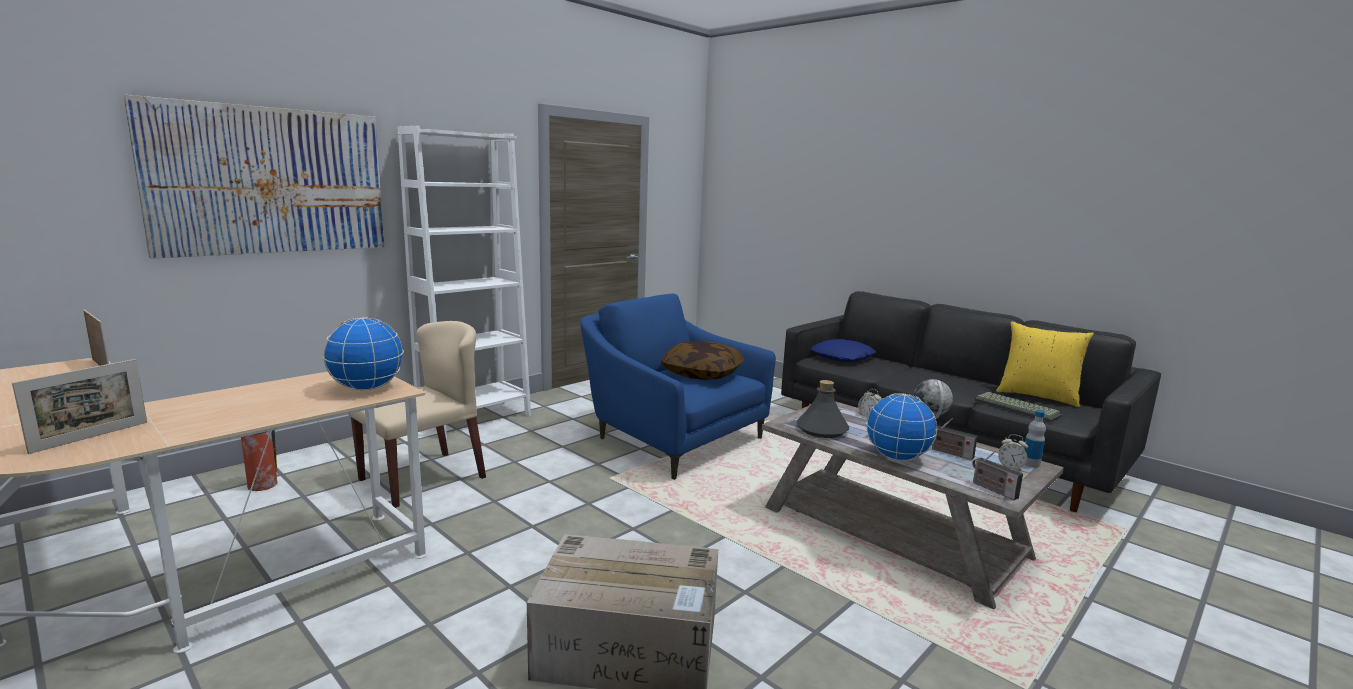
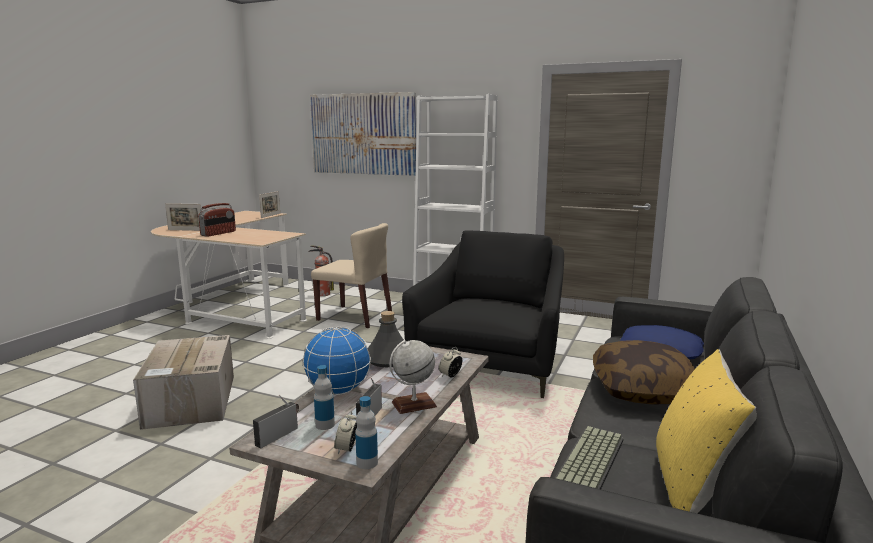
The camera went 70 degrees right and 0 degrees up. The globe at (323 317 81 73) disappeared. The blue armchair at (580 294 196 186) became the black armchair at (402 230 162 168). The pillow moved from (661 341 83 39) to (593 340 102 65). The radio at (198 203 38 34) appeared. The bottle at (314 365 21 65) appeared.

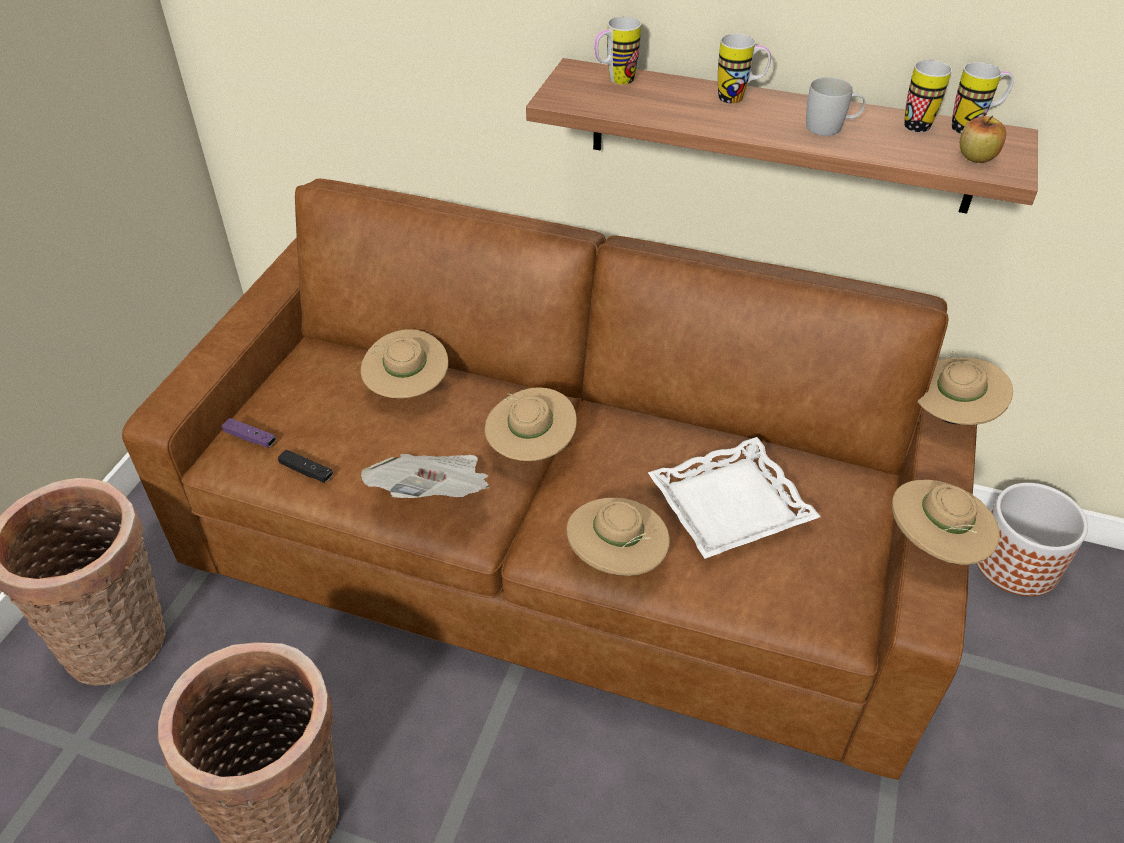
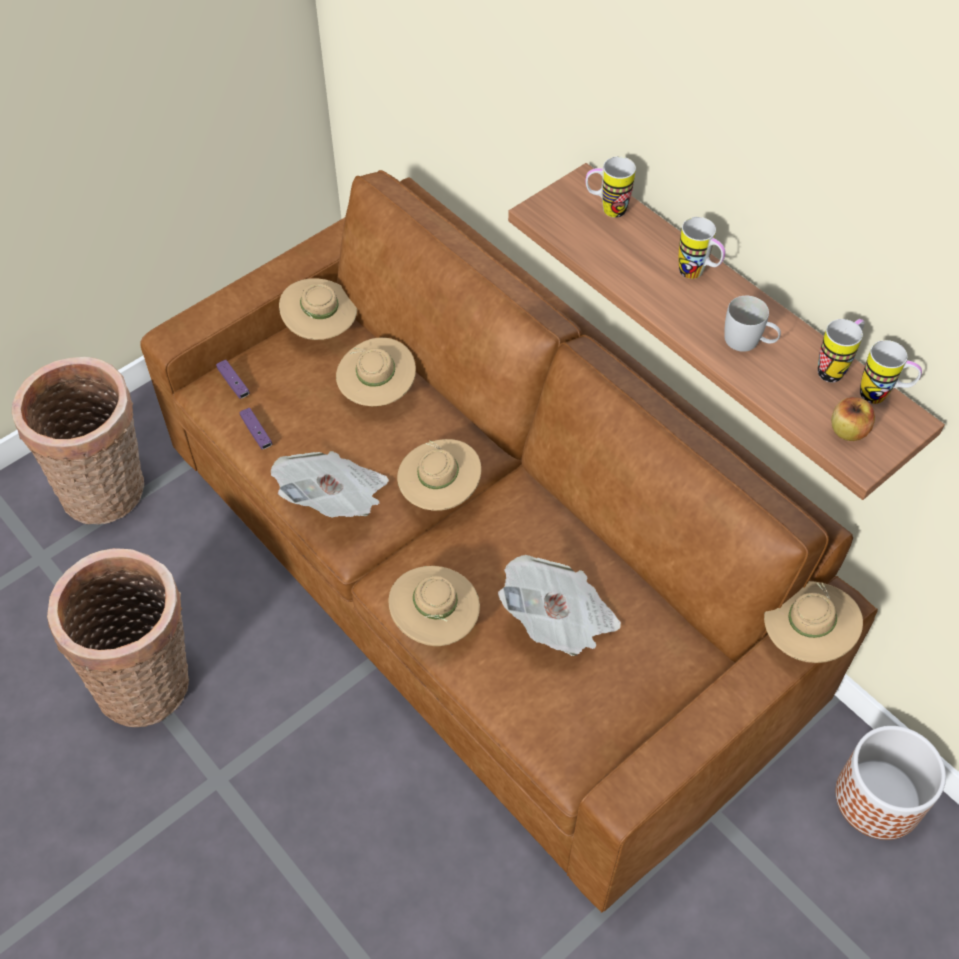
The camera went 30 degrees right and 10 degrees up. The black game controller at (278 449 55 34) became the purple game controller at (239 408 33 41). The white tray at (648 437 173 122) was replaced by the newspaper at (498 555 123 101). The beige hat moved from (892 480 108 85) to (279 278 78 62).

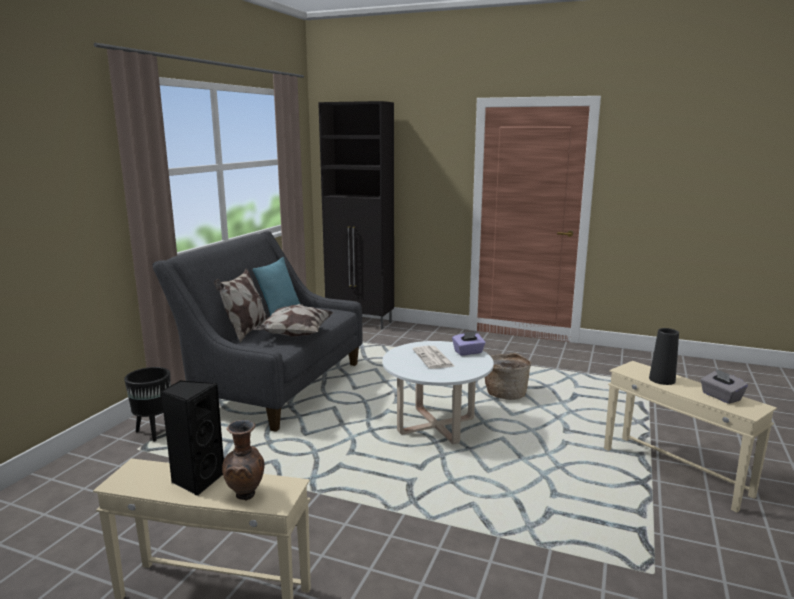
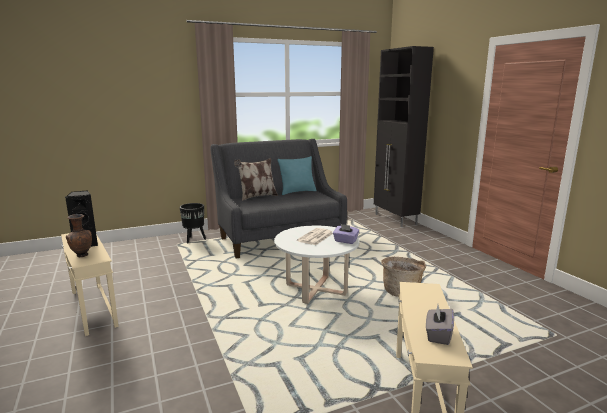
The camera went 45 degrees right and 0 degrees up. The pillow at (252 304 82 32) disappeared. The black vase at (649 328 30 57) disappeared.

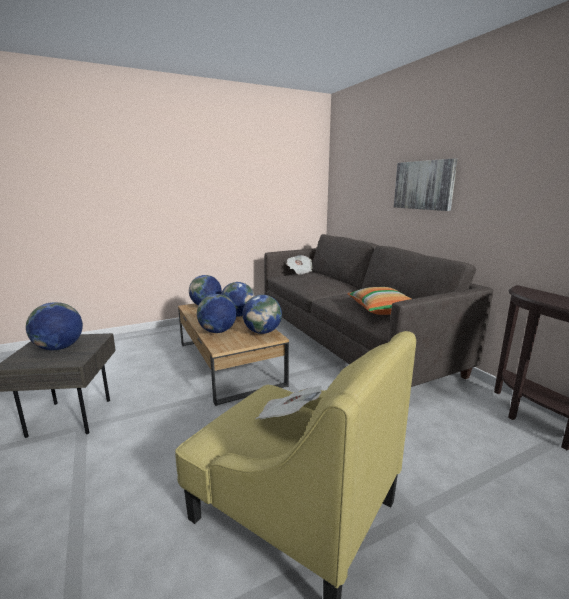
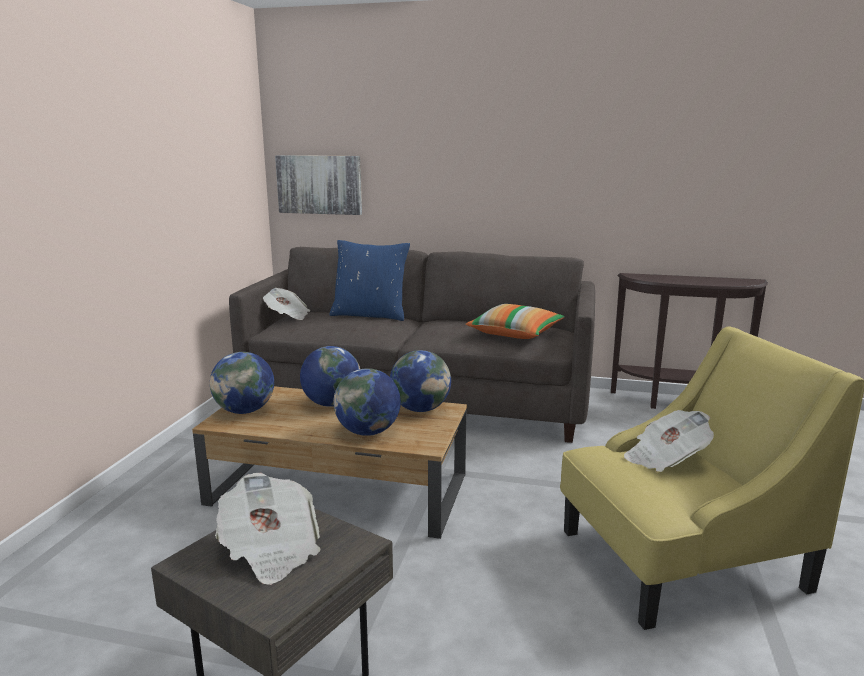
The camera went 50 degrees left and 0 degrees up. The globe at (26 302 57 48) was replaced by the newspaper at (215 473 105 112). The picture moved from (394 158 64 53) to (275 155 87 60). The blue pillow at (330 240 80 81) appeared.

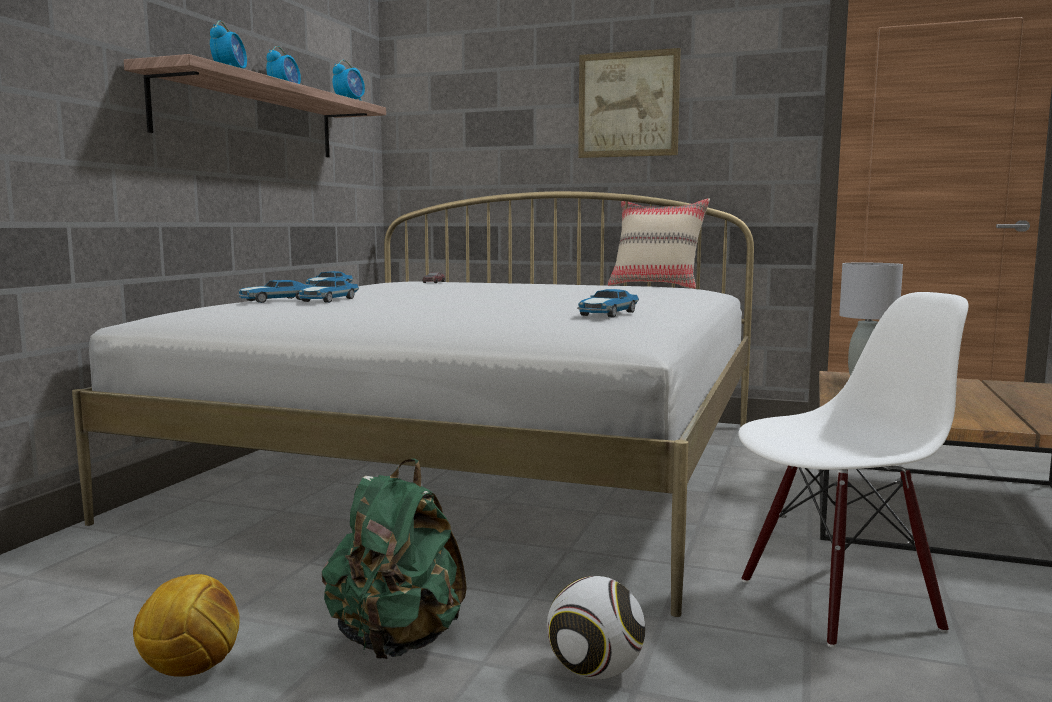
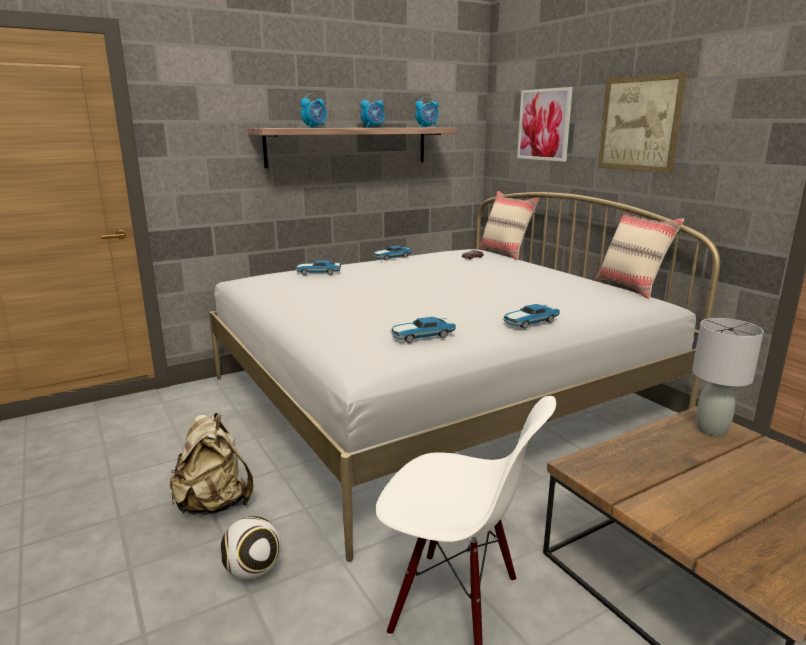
The camera went 40 degrees right and 10 degrees up. The football at (133 574 107 103) disappeared. The toy car moved from (298 279 61 24) to (503 304 57 25). The green backpack at (322 458 145 201) became the beige backpack at (170 413 83 102). The beige pillow at (478 191 61 69) appeared. The picture at (517 87 56 75) appeared.

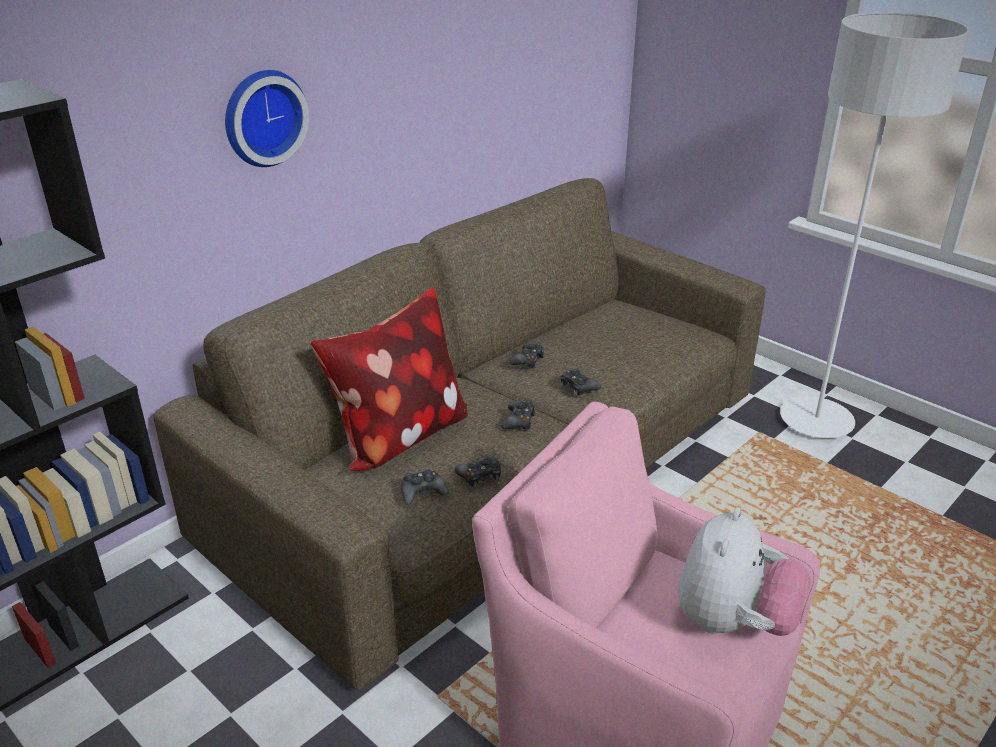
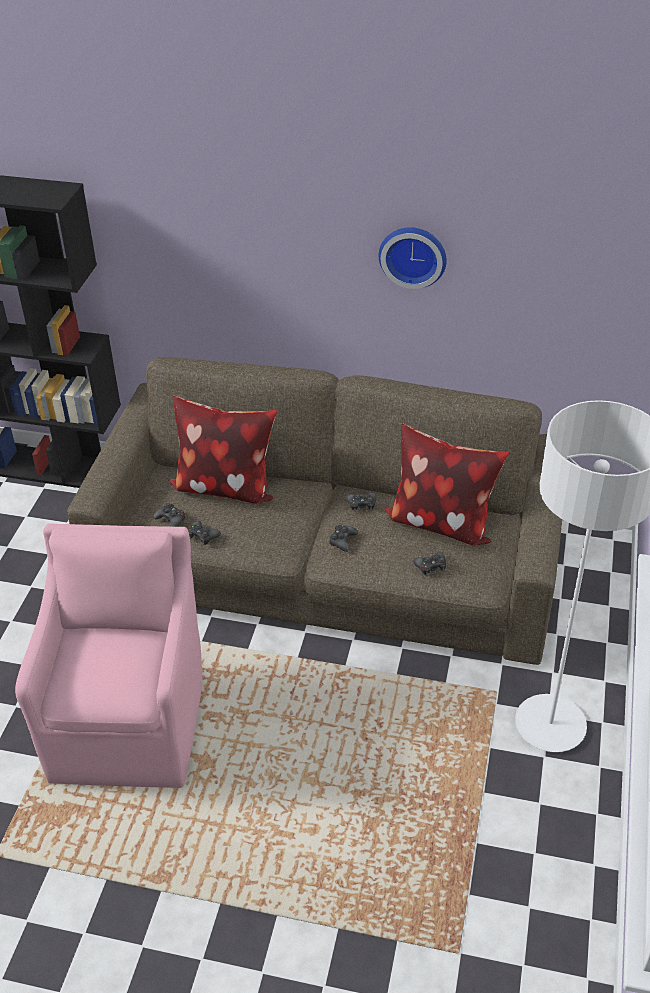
The camera went 60 degrees right and 10 degrees up. The wall clock moved from (225 70 84 97) to (379 227 68 62). The black game controller moved from (501 400 35 30) to (413 552 33 24). The plush toy at (678 507 130 129) disappeared. The pillow at (384 423 125 122) appeared.

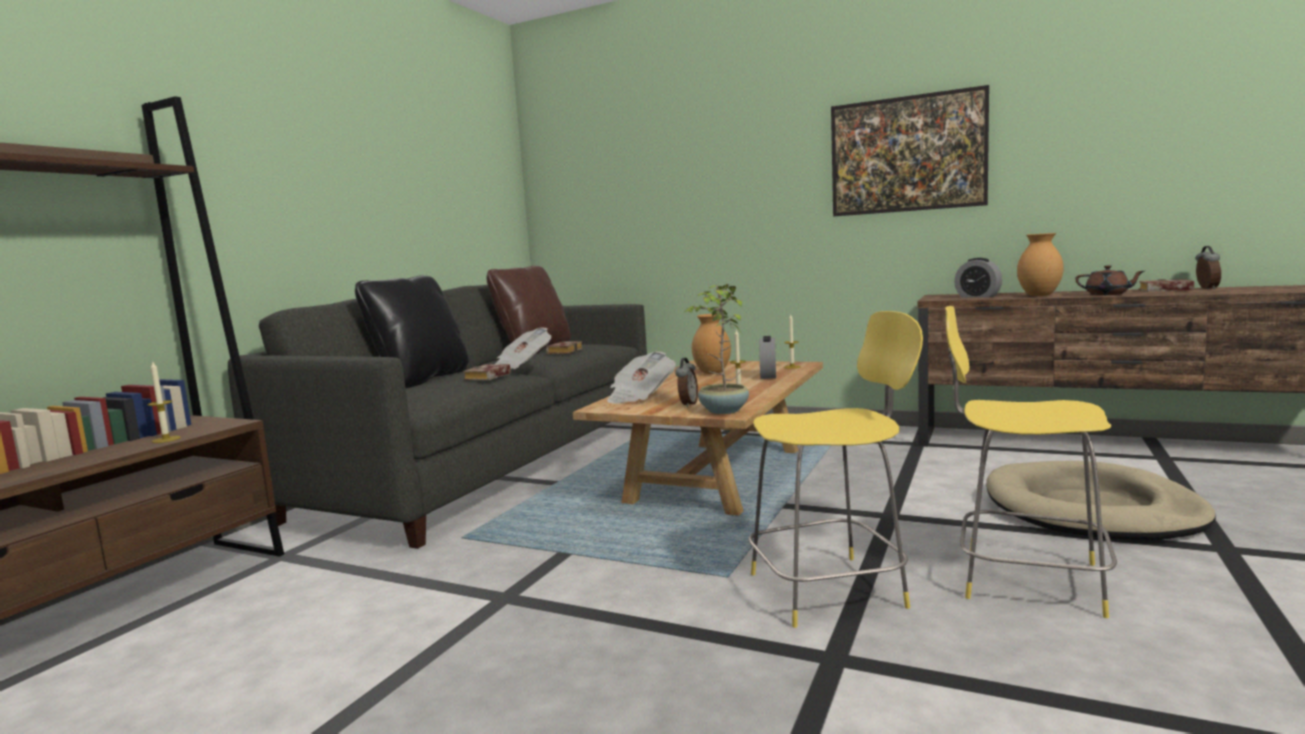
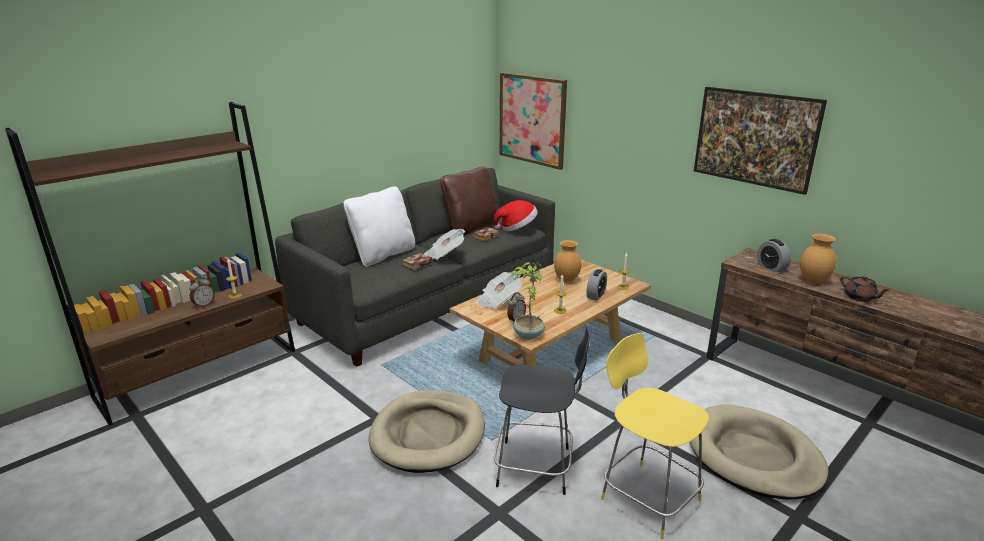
The camera went 20 degrees right and 15 degrees up. The black pillow at (355 275 114 113) became the white pillow at (343 187 72 80). The yellow stool at (749 311 174 317) became the black stool at (494 326 96 169). The book at (1139 279 56 13) disappeared. The alarm clock moved from (1196 246 25 43) to (189 277 26 31). The beige dog bed at (369 390 116 83) appeared. The hat at (494 200 44 31) appeared. The picture at (500 72 67 98) appeared.

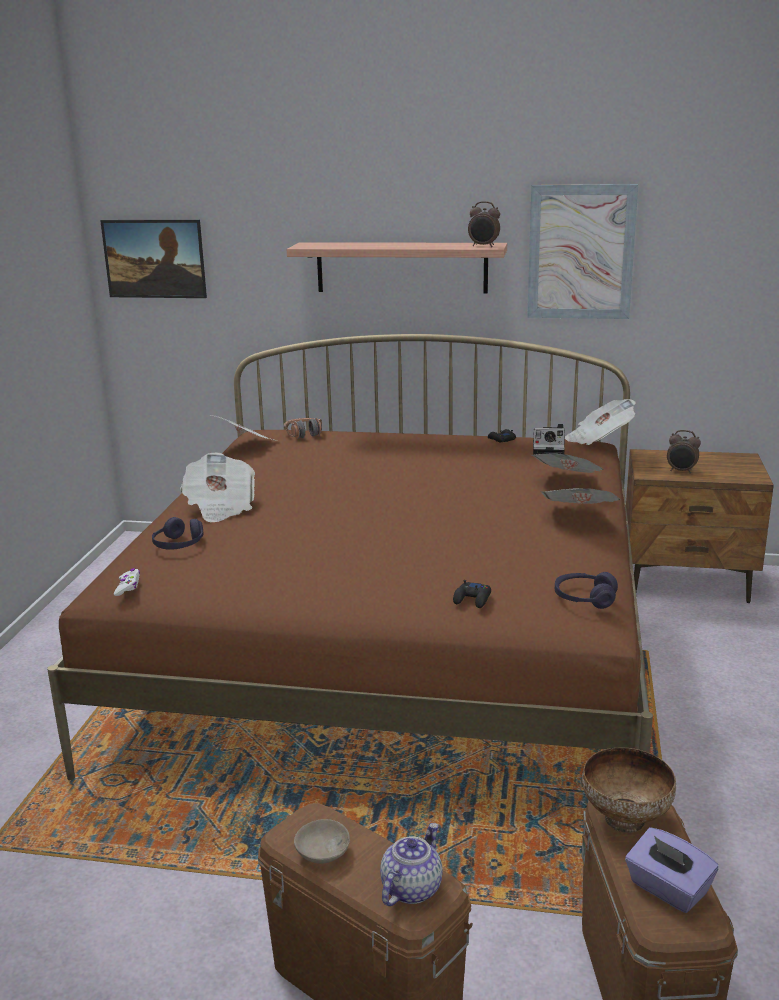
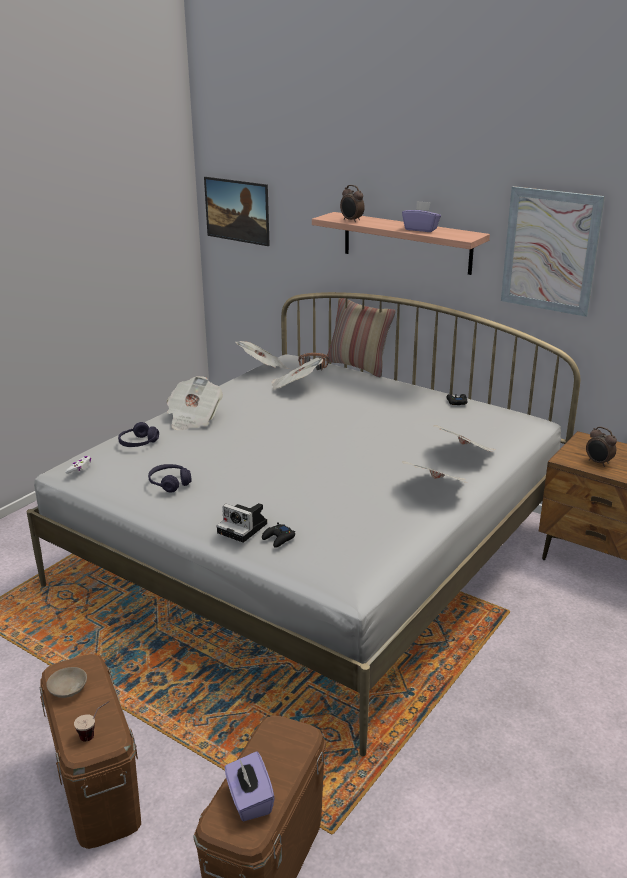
The camera went 25 degrees right and 5 degrees up. The brown bed at (47 334 606 446) became the white bed at (26 292 554 464). The teapot at (380 823 62 83) was replaced by the cup at (74 701 35 41). The alarm clock moved from (468 201 32 46) to (340 185 25 37). The photo camera moved from (533 424 32 31) to (217 503 50 40). The purple headphones moved from (555 572 63 37) to (148 464 44 28). The newspaper moved from (565 399 71 46) to (271 357 52 33). The bowl at (582 747 94 86) disappeared. The pillow at (325 298 71 79) appeared. The purple tissue box at (402 201 39 31) appeared.

